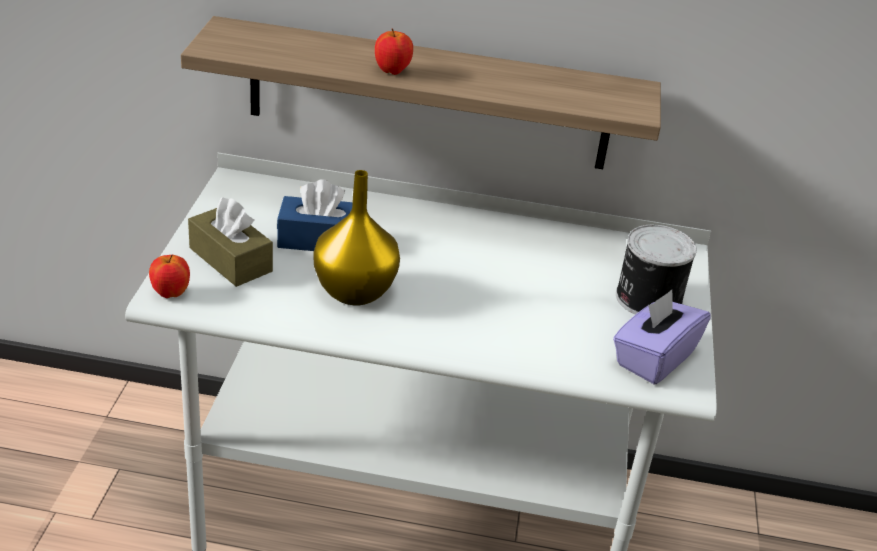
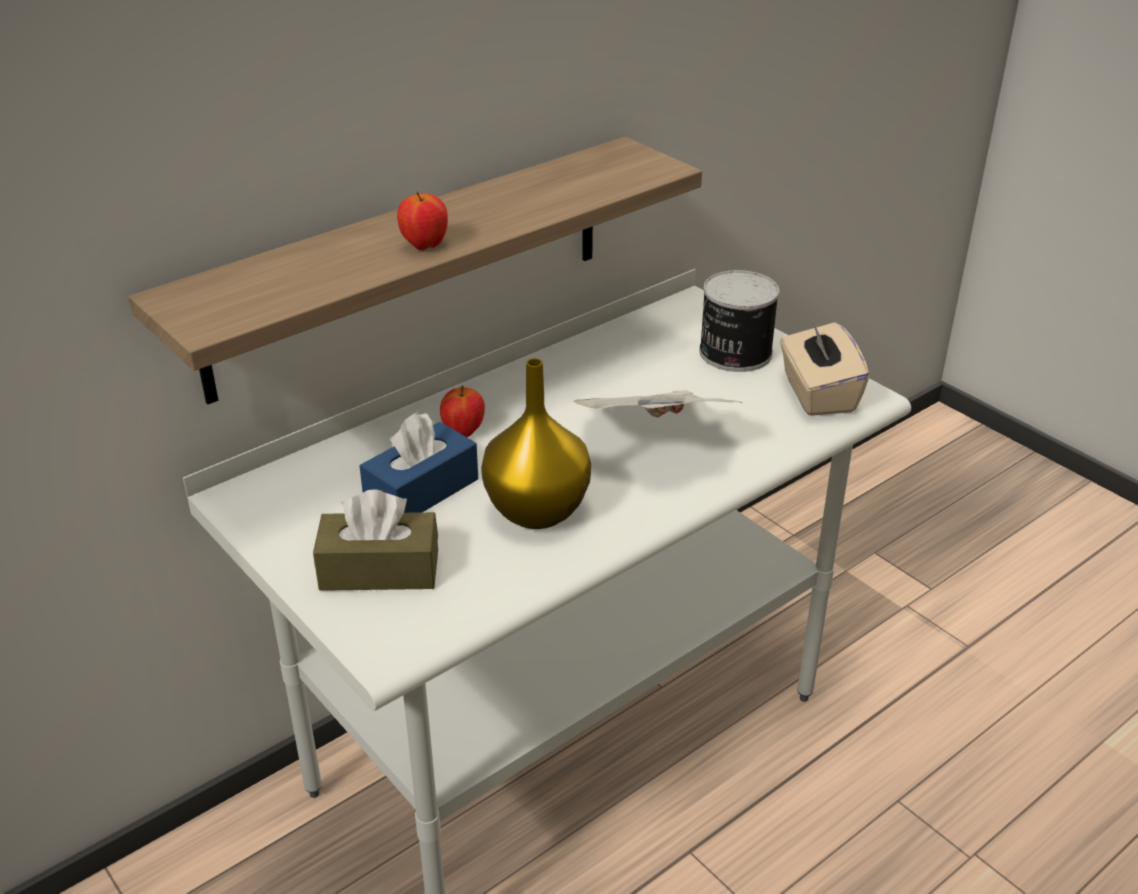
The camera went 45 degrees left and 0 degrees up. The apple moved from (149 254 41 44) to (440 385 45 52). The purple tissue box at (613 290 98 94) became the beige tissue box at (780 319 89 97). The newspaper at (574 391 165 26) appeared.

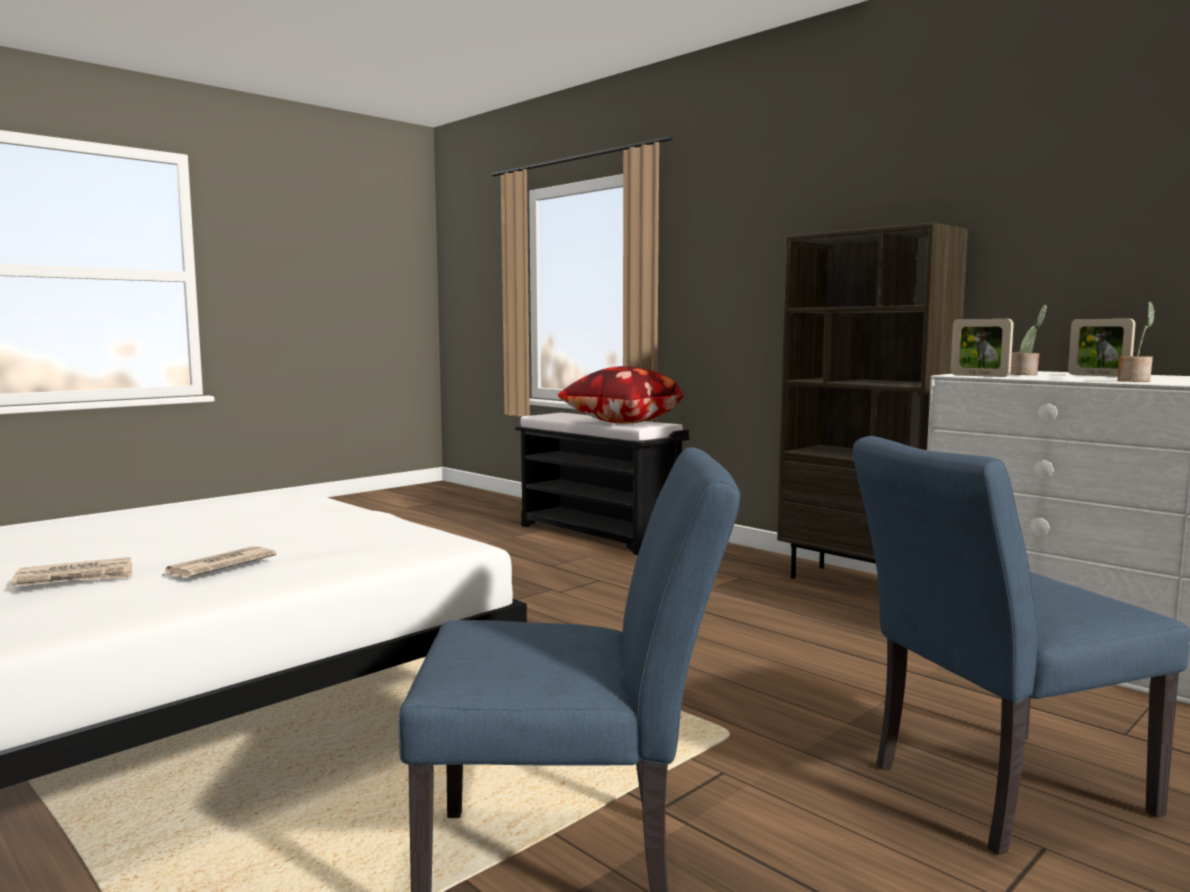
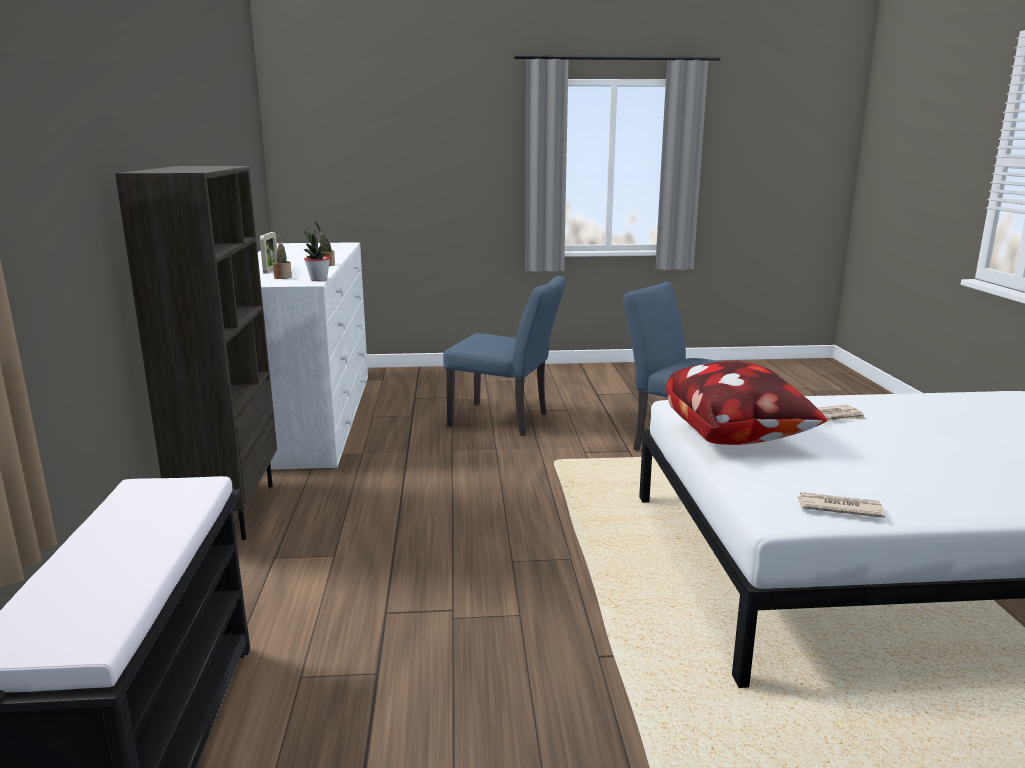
The camera went 140 degrees left and 10 degrees up. The newspaper moved from (12 557 120 30) to (796 492 89 26). The pillow moved from (558 366 127 58) to (666 361 161 84). The picture frame at (950 318 64 59) was replaced by the potted plant at (304 230 26 51).

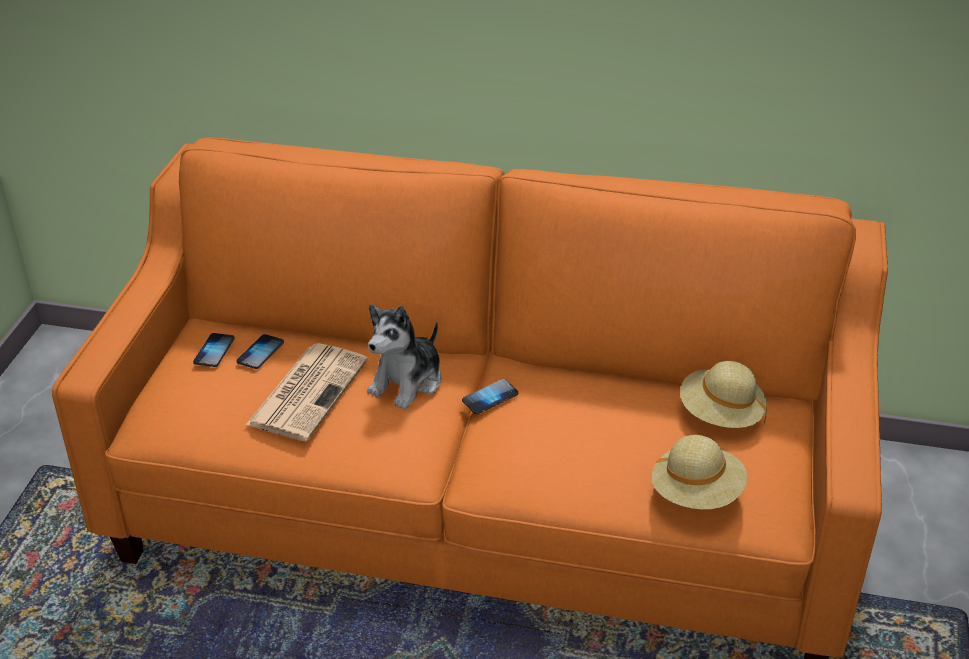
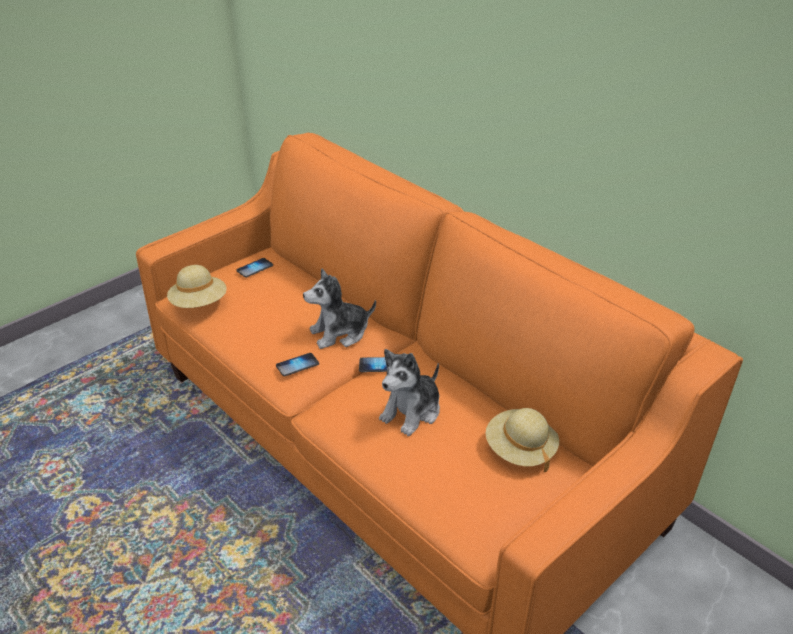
The camera went 35 degrees right and 0 degrees up. The phone moved from (236 334 48 35) to (276 353 43 23). The newspaper at (246 343 122 98) disappeared. The beige hat moved from (652 435 95 75) to (167 265 60 43). The plush toy at (379 349 61 87) appeared.

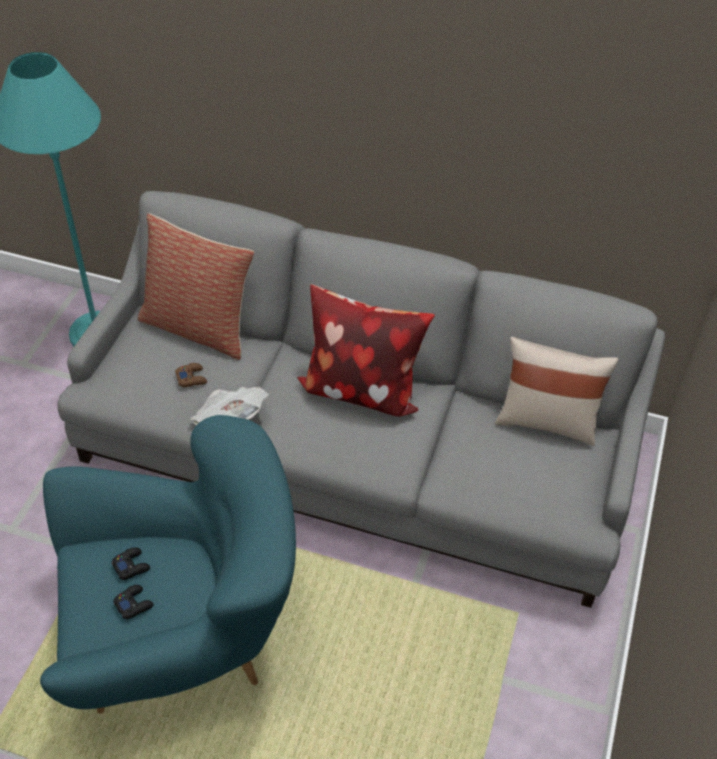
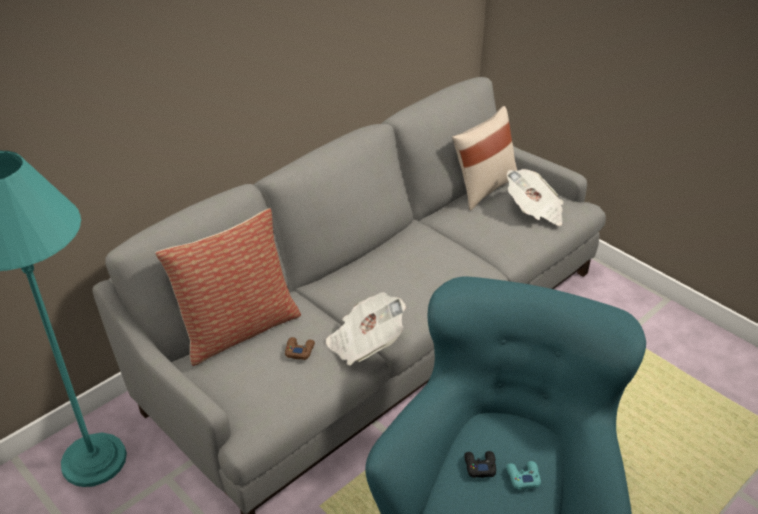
The camera went 60 degrees left and 10 degrees down. The black game controller at (113 585 41 34) became the turquoise game controller at (506 461 35 29). The pillow at (297 284 138 133) disappeared. The newspaper at (507 169 56 57) appeared.

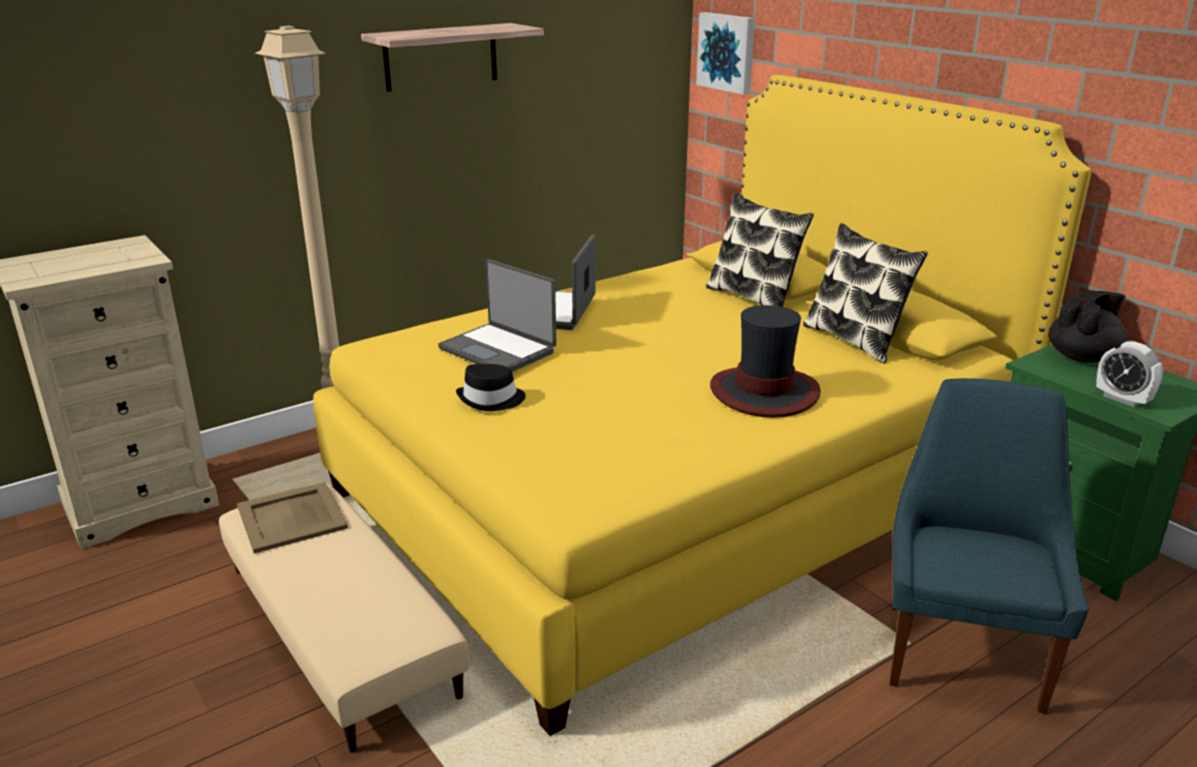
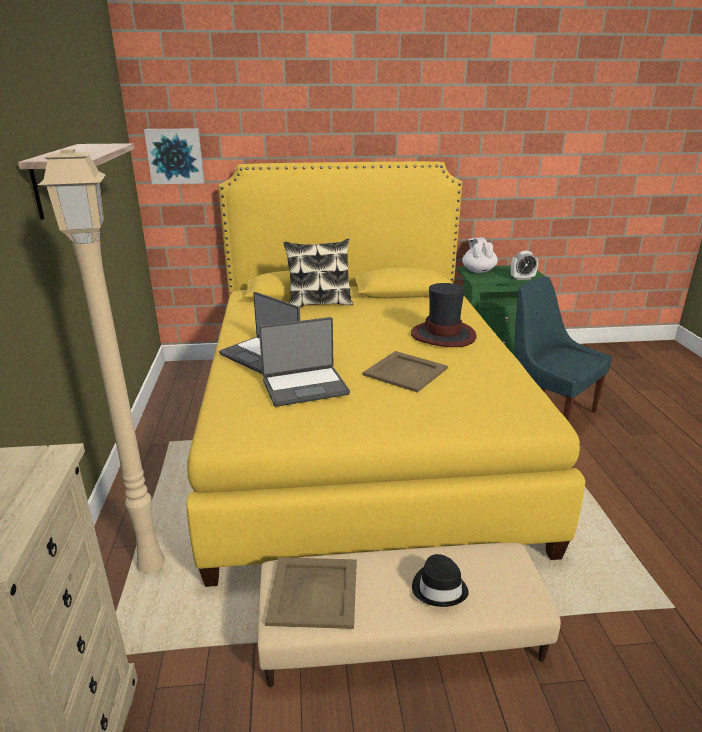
The camera went 60 degrees left and 0 degrees up. The black hat moved from (456 364 70 47) to (412 554 57 53). The pillow at (803 223 125 141) disappeared. The black teapot at (1048 290 80 73) became the white teapot at (462 237 36 36). The beige tray at (363 351 85 42) appeared.

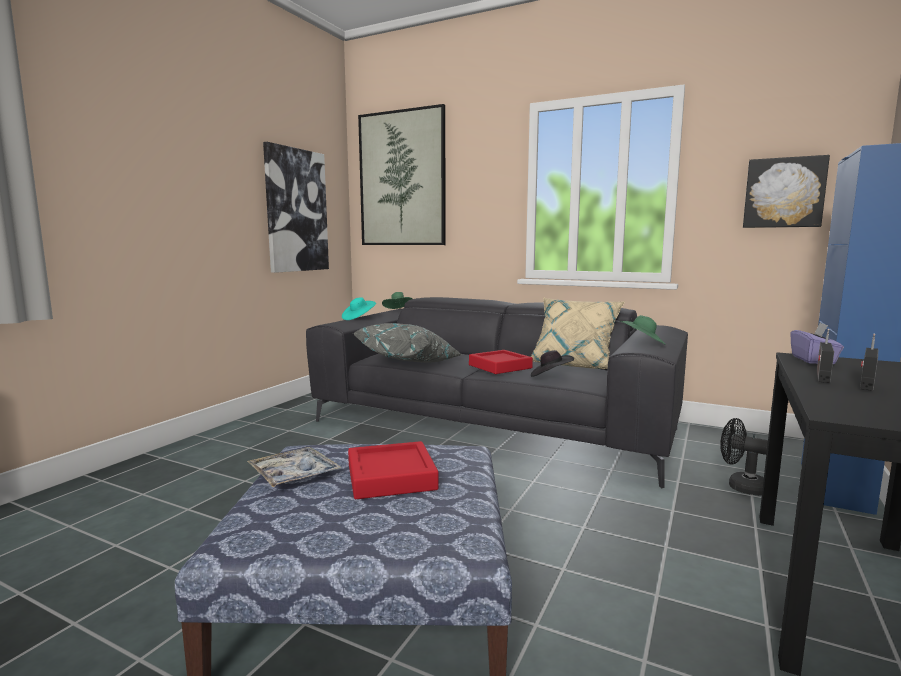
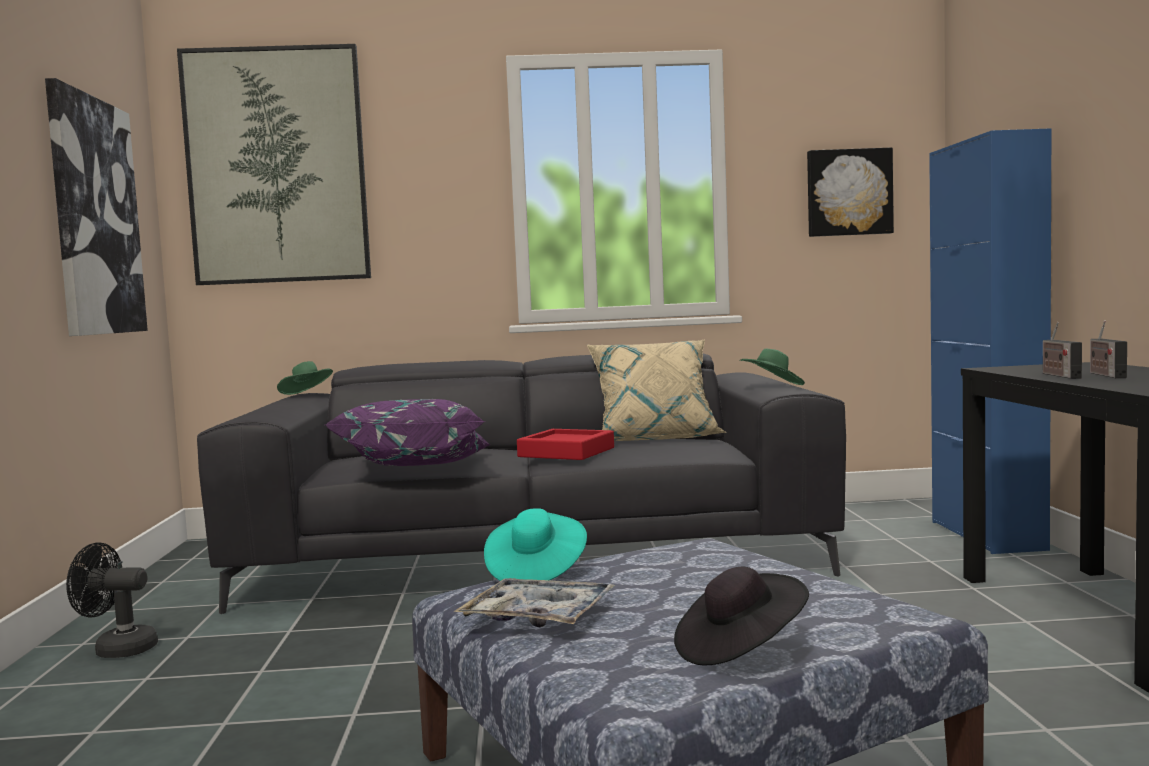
The camera went 30 degrees left and 5 degrees down. The turquoise hat moved from (342 297 34 23) to (484 508 103 73). The red tray at (348 441 91 58) disappeared. The grey pillow at (353 323 109 40) became the purple pillow at (324 399 166 67). The black hat moved from (531 350 43 27) to (674 567 135 98). The black fan moved from (720 418 48 78) to (66 543 92 115). The purple tissue box at (790 322 54 42) disappeared.

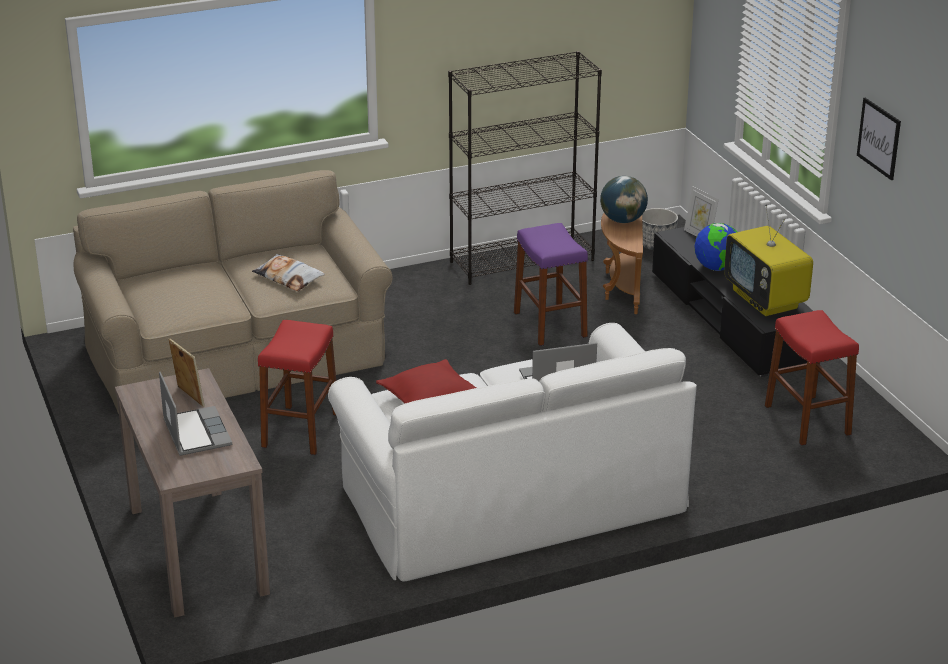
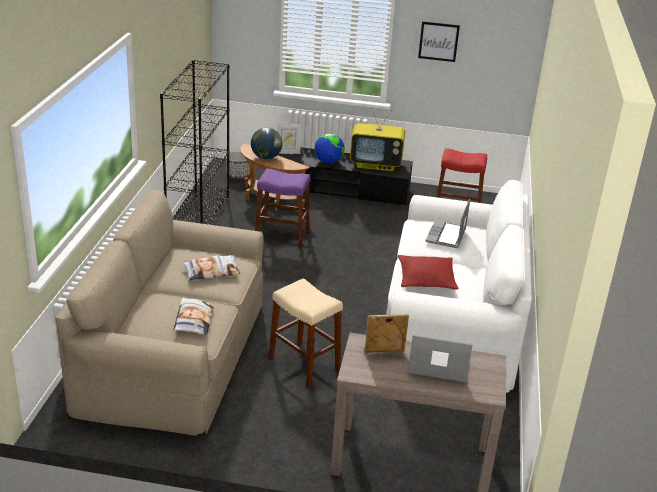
The camera went 60 degrees left and 0 degrees up. The red stool at (258 320 78 135) became the beige stool at (269 279 74 108). The pillow at (173 297 41 38) appeared.

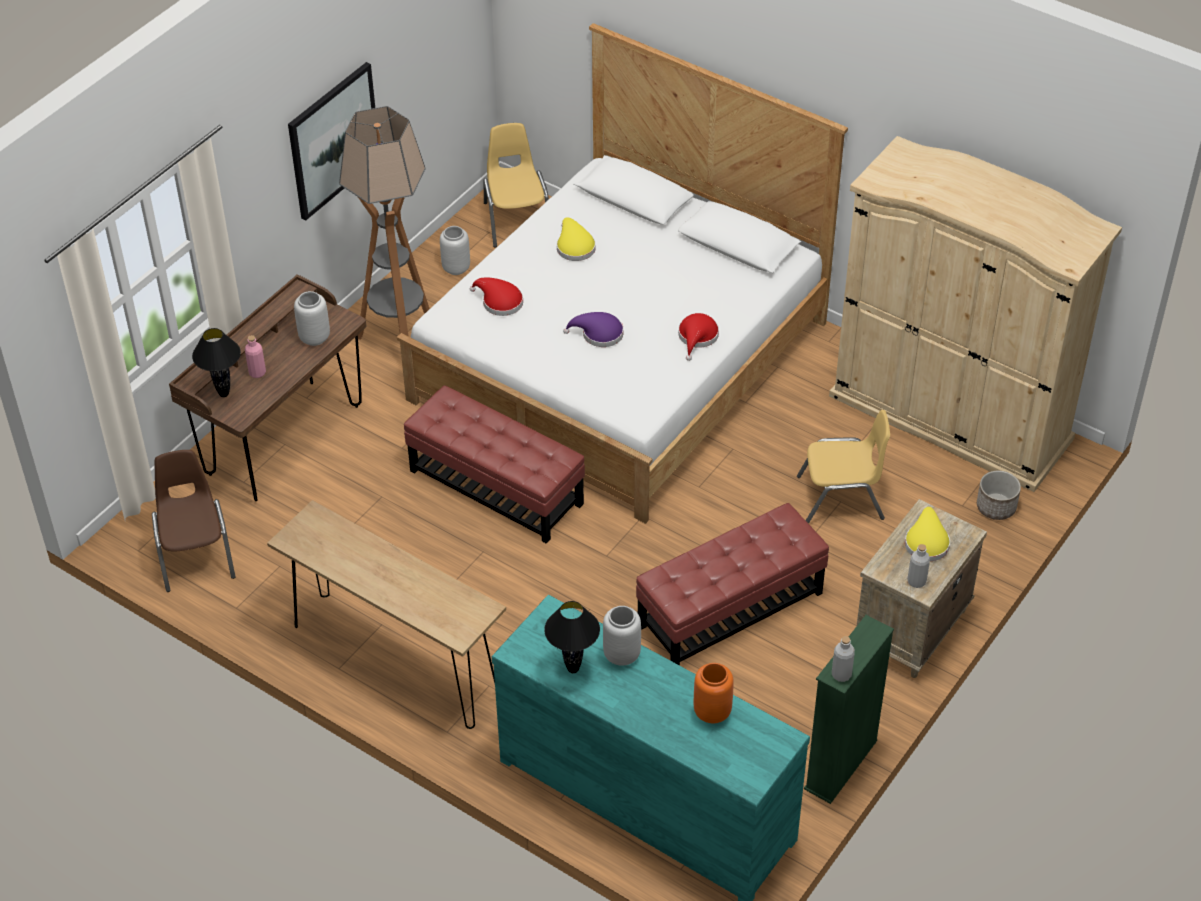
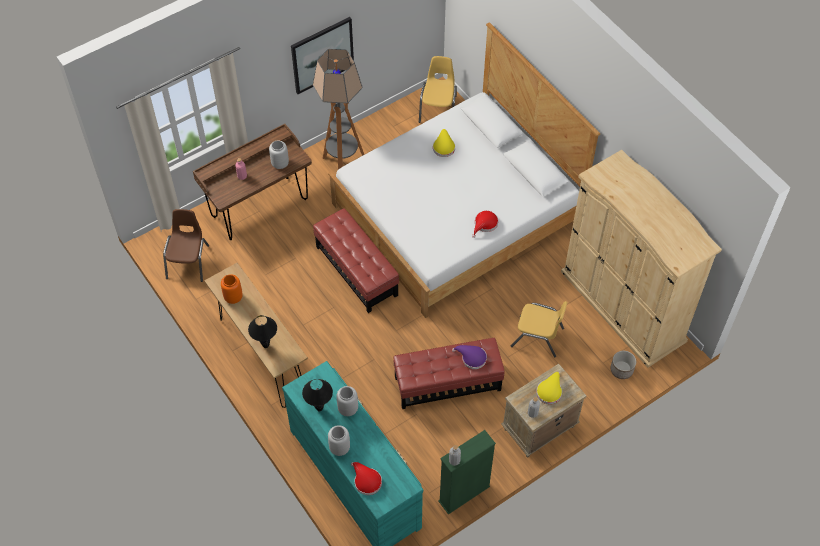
The camera went 20 degrees right and 10 degrees up. The black table lamp moved from (192 328 49 69) to (248 315 29 33). The grey vase moved from (440 226 30 49) to (328 425 22 31). The red hat moved from (470 277 53 39) to (351 462 31 33). The purple hat moved from (563 312 60 35) to (452 345 35 24). The orange vase moved from (694 663 40 60) to (221 274 22 30).

